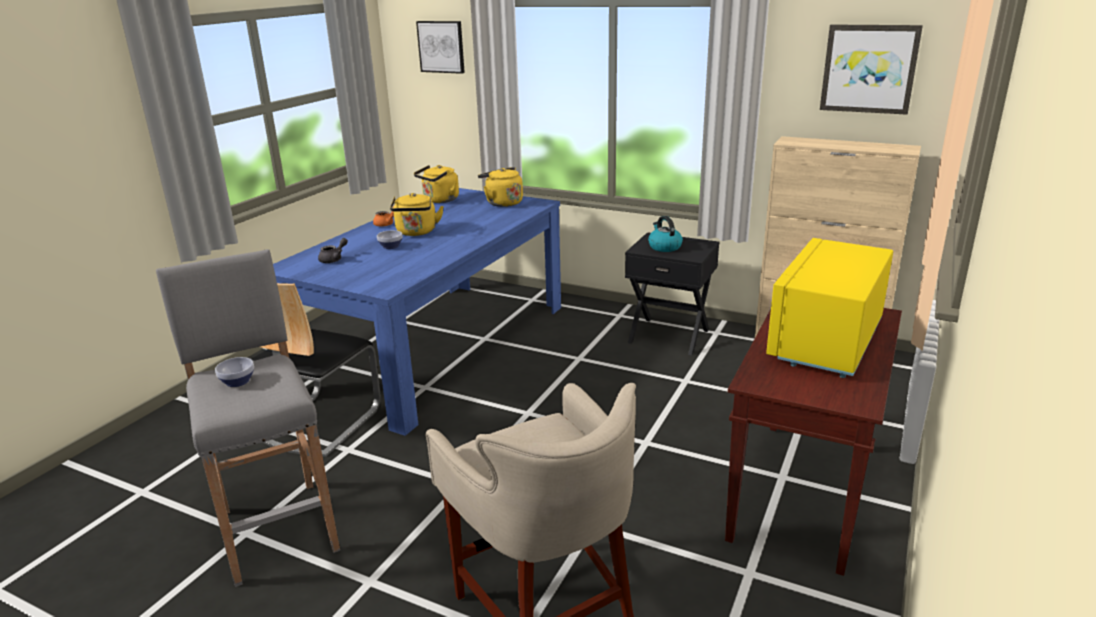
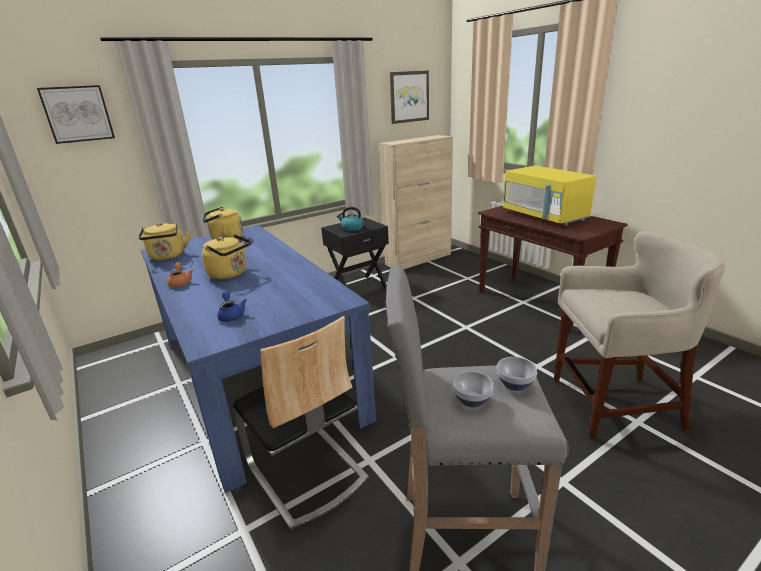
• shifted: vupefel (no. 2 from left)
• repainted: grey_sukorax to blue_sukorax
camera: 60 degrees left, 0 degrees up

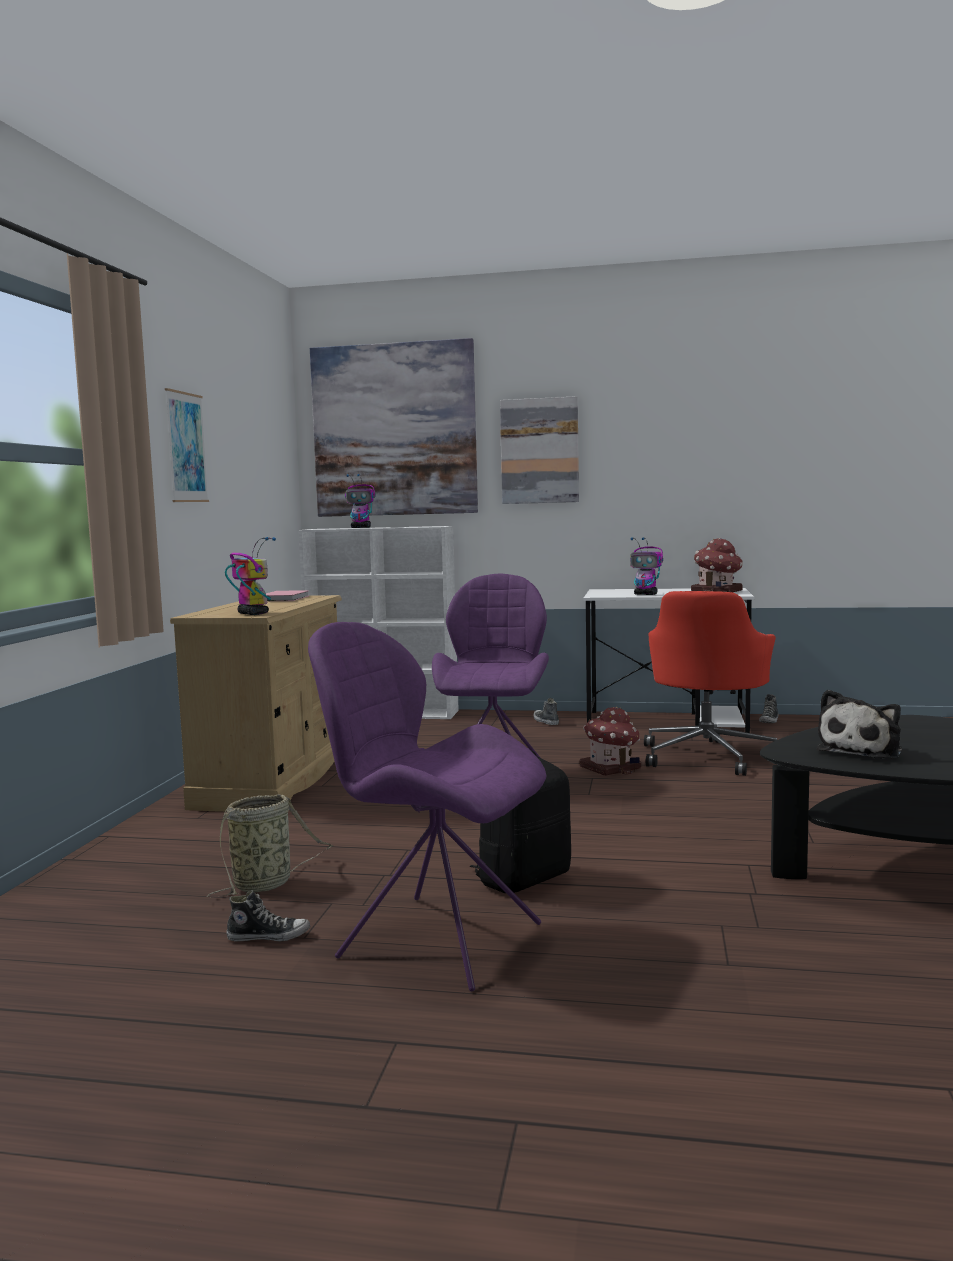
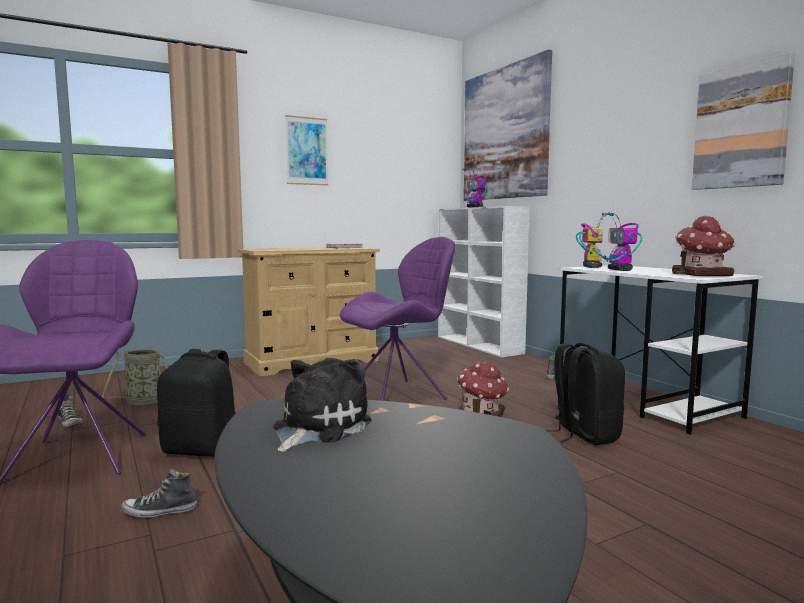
• shifted: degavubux (no. 1 from left in the first image) to degavubux (no. 2 from left)
• shifted: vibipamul (no. 3 from left)
• shifted: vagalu (no. 3 from left in the first image) to vagalu (no. 2 from left)
• swapped: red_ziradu to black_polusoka (no. 2 from left)
• rotated: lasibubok 120 degrees clockwise
camera: 50 degrees right, 0 degrees up

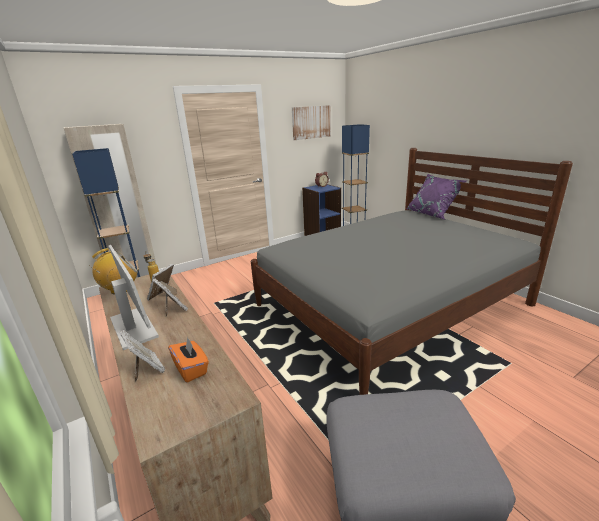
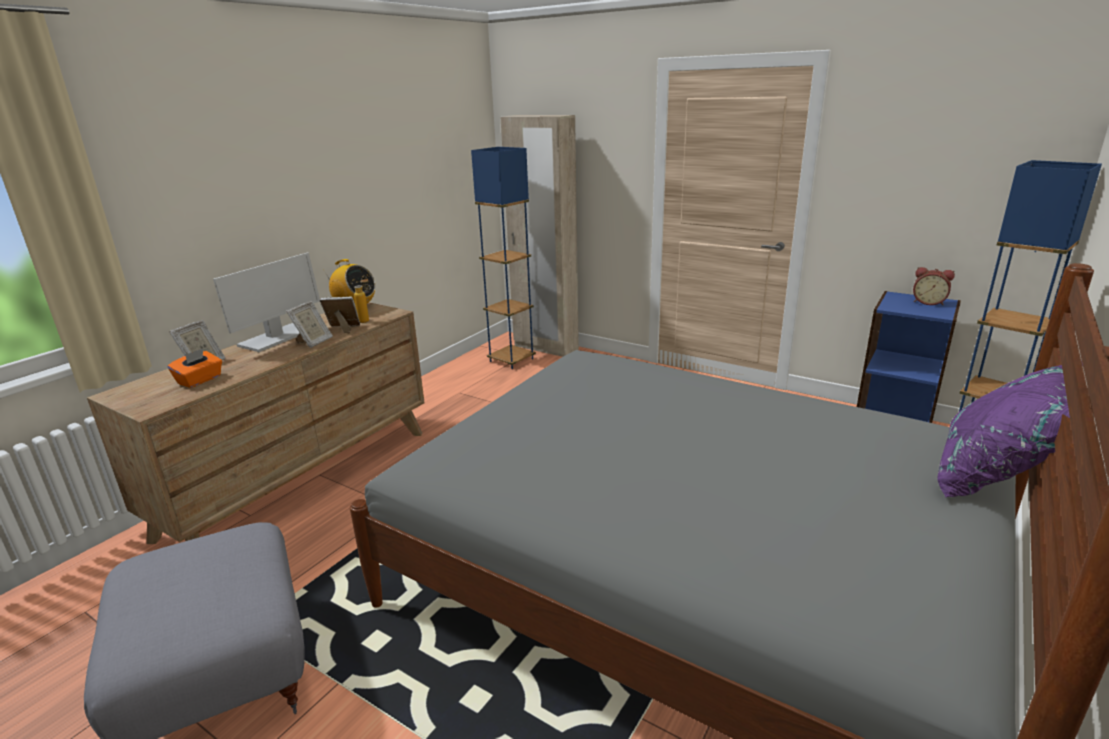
• gone: vibipamul
camera: 65 degrees right, 0 degrees up

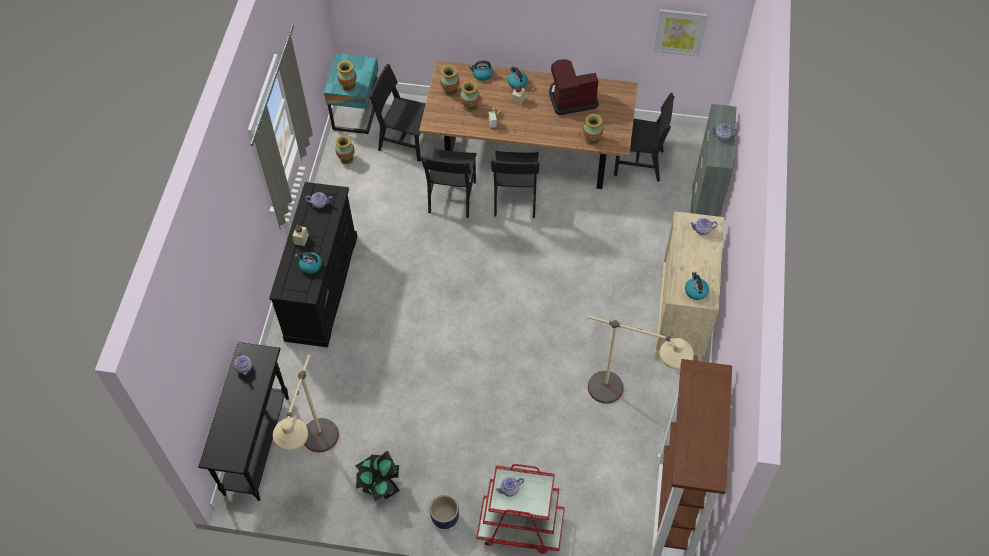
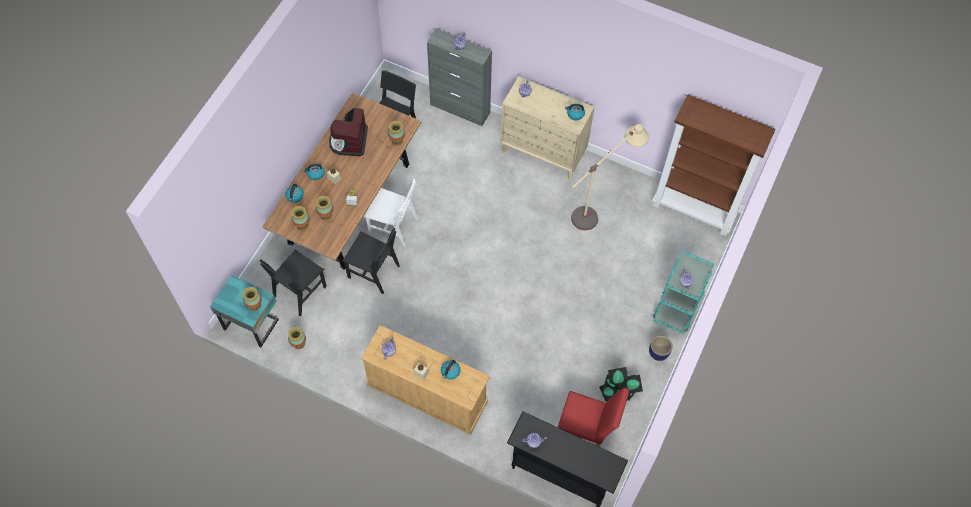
• gone: vibipamul
• swapped: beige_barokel (no. 1 from left) to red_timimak
• repainted: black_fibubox to beige_fibubox (no. 1 from left)
• repainted: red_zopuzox to turquoise_zopuzox
• repainted: black_timimak (no. 3 from left) to white_timimak
camera: 75 degrees left, 5 degrees up

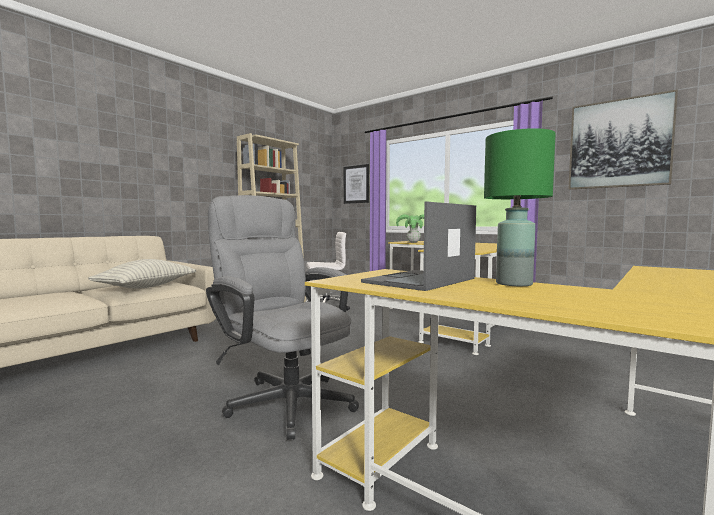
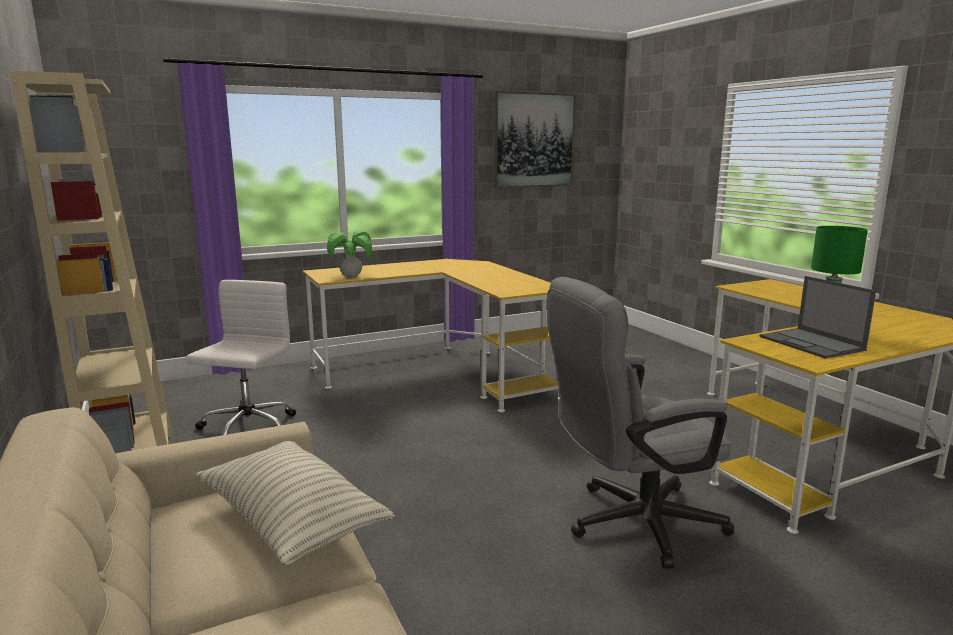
• gone: vibipamul (no. 1 from left)
camera: 65 degrees left, 10 degrees up

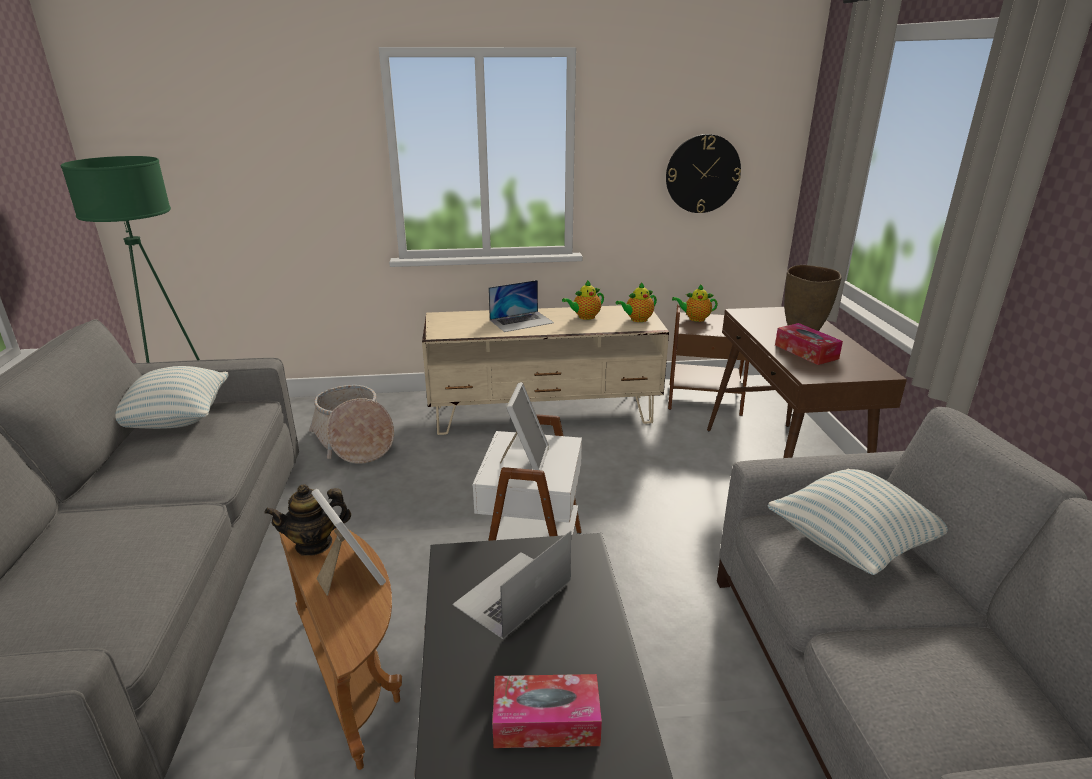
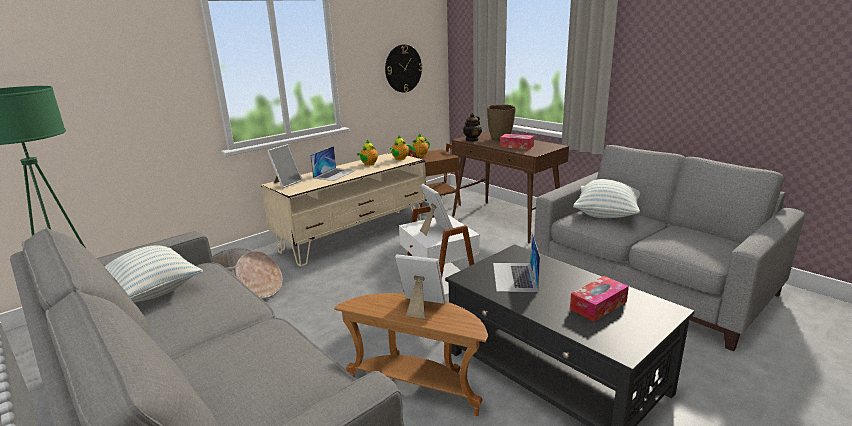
• new: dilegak (no. 1 from left)
• shifted: sukorax (no. 1 from left in the first image) to sukorax (no. 4 from left)
camera: 35 degrees left, 5 degrees down

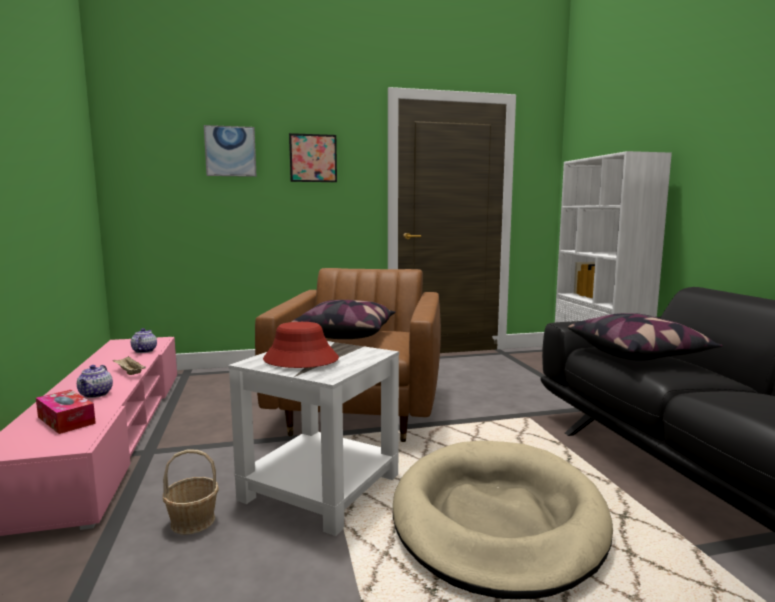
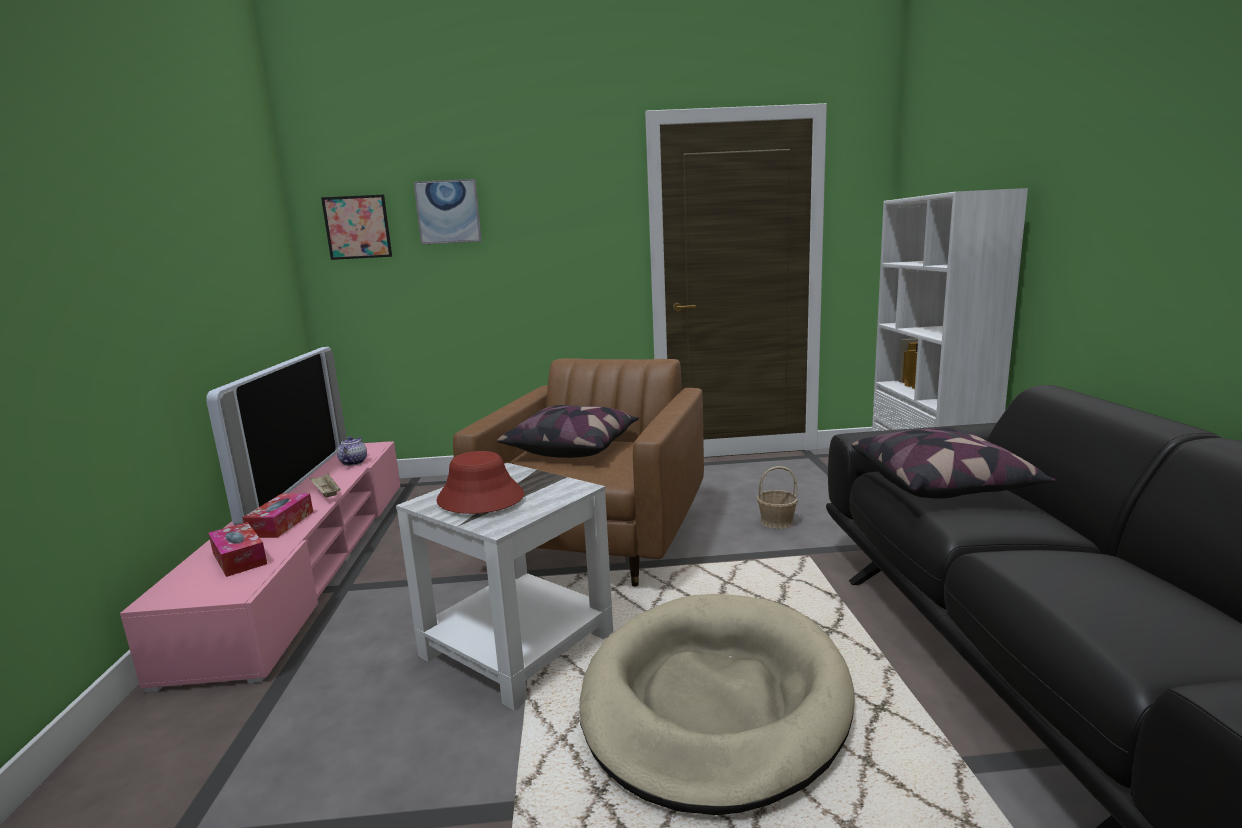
• new: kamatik
• shifted: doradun
• shifted: vibipamul (no. 2 from left in the first image) to vibipamul (no. 1 from left)
• swapped: sukorax (no. 1 from left) to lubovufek (no. 2 from left)
camera: 10 degrees right, 5 degrees up

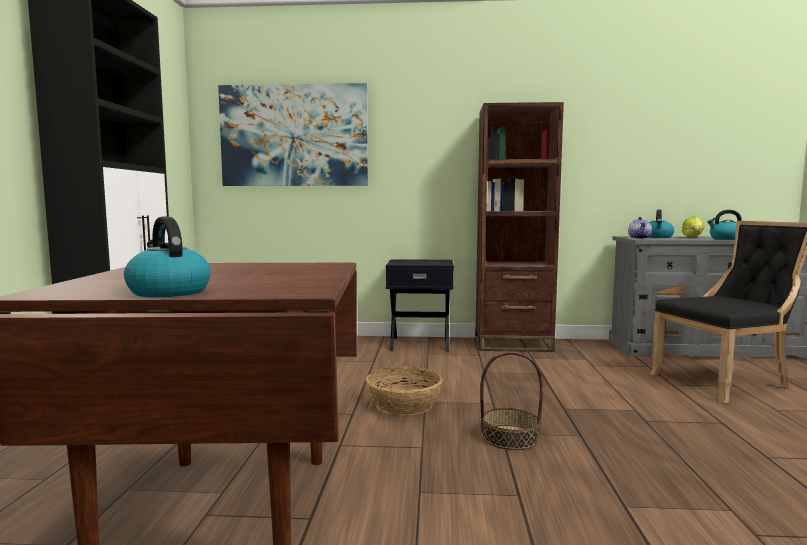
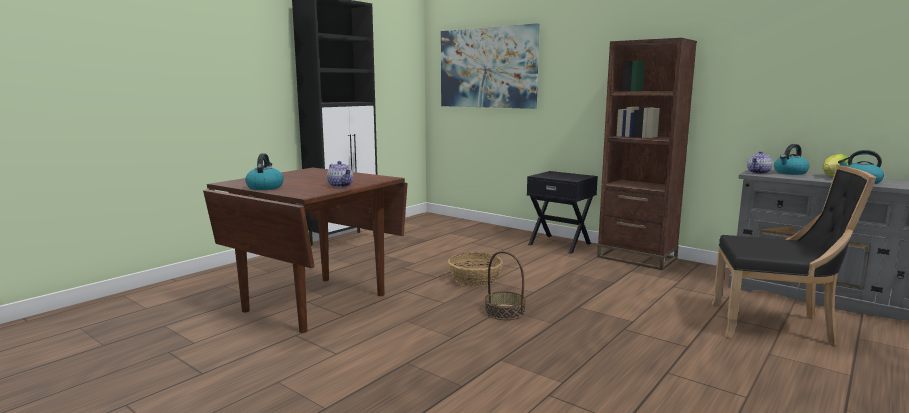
• new: sukorax (no. 1 from left)
camera: 35 degrees right, 5 degrees up

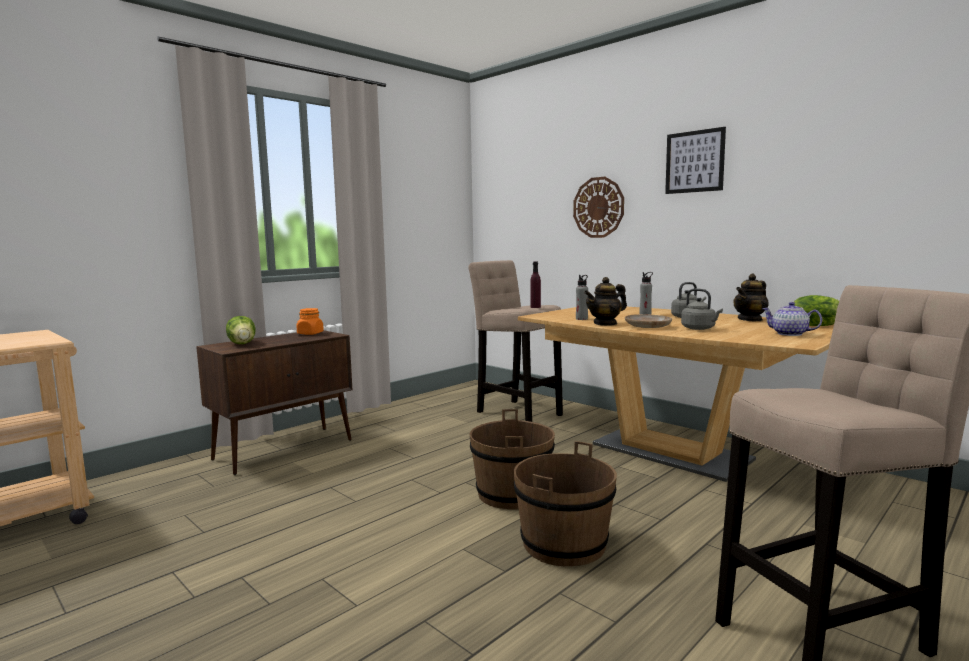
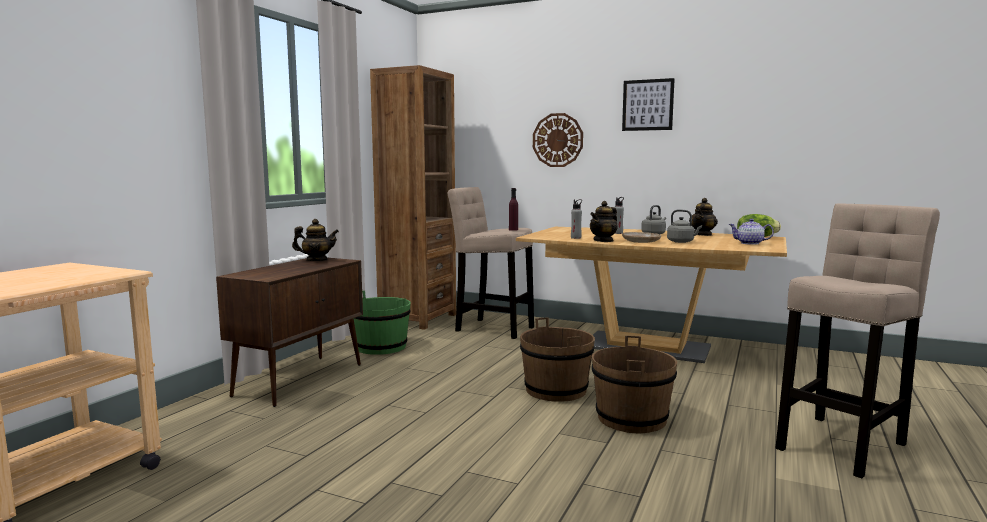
• gone: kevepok (no. 1 from left)
• new: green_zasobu
• new: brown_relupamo
• swapped: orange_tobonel to sukorax (no. 1 from left)
camera: 20 degrees left, 0 degrees up

